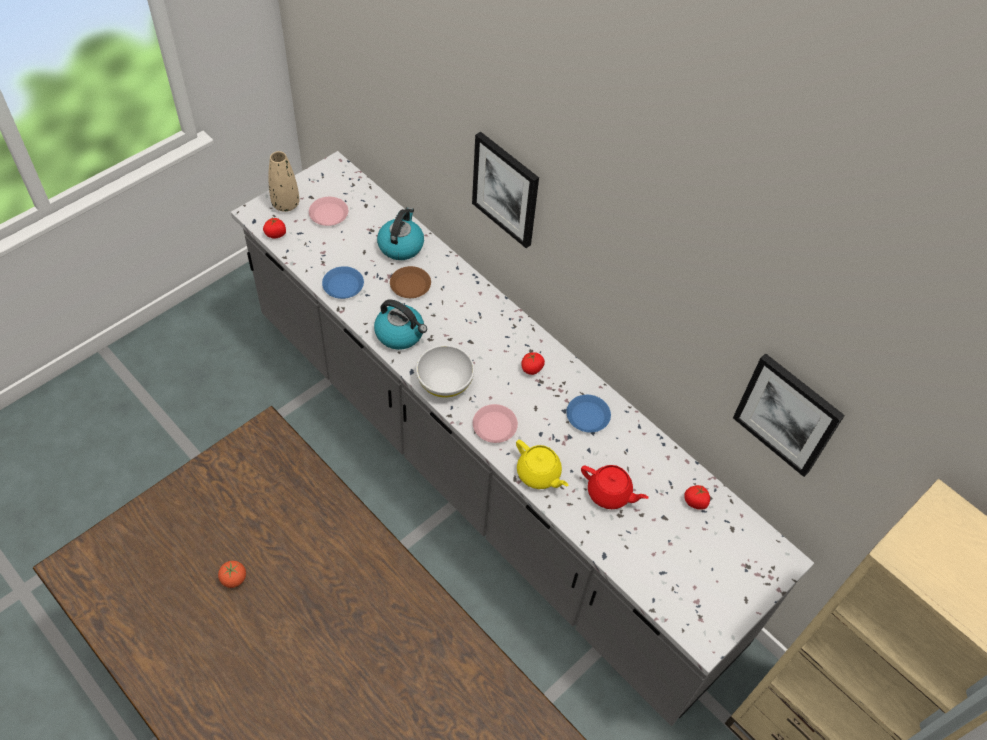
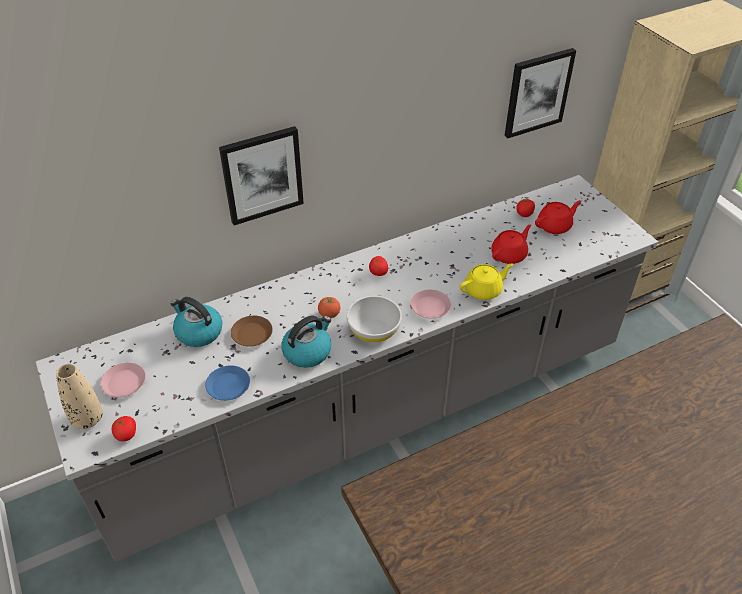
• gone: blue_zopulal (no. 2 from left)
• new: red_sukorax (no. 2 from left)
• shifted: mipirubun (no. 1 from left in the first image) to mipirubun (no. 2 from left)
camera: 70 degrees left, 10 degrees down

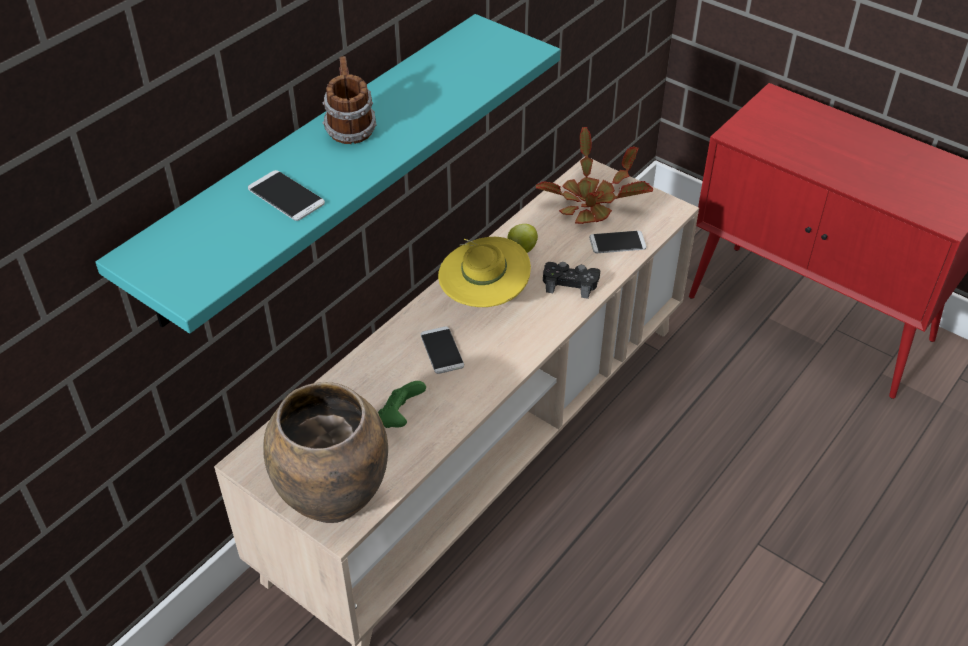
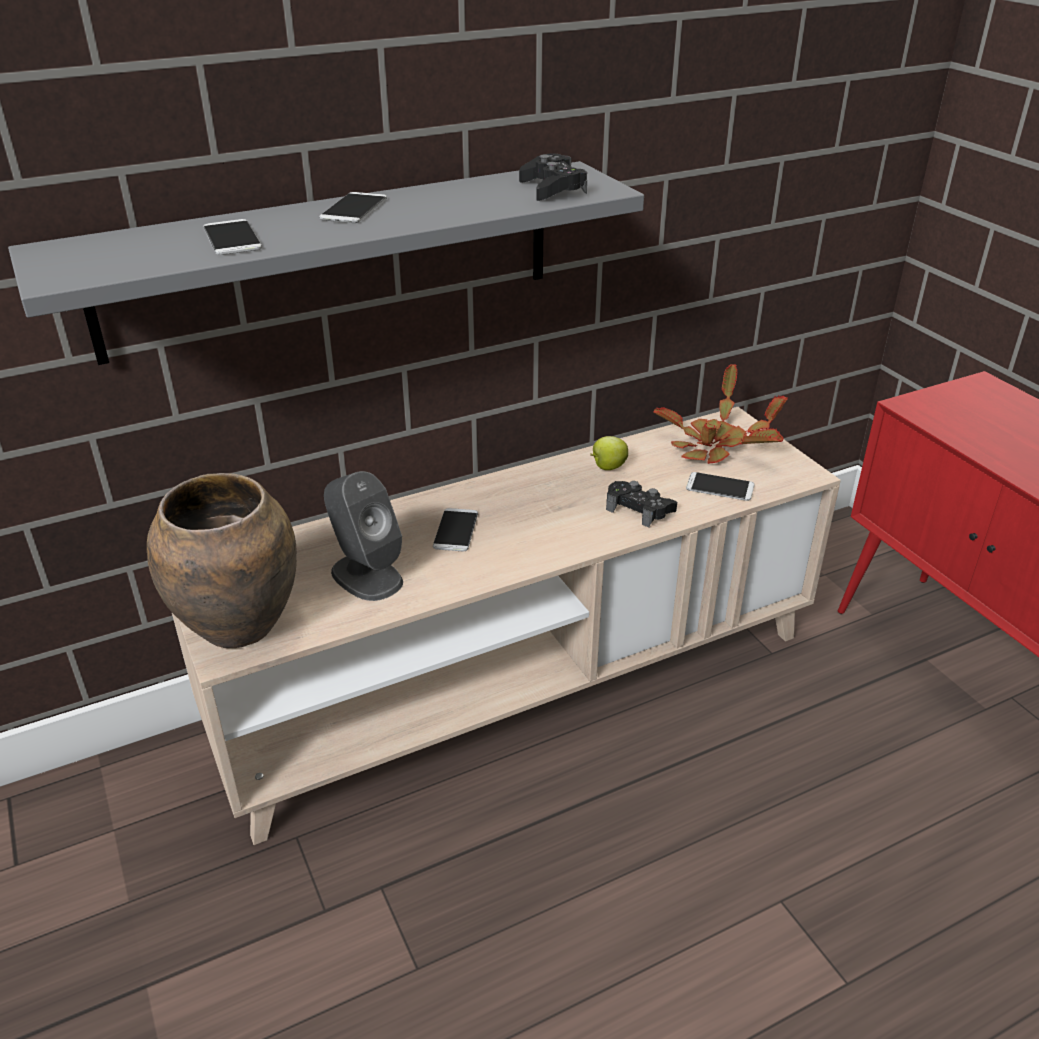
• gone: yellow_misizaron
• new: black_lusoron (no. 1 from left)
• swapped: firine to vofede (no. 2 from left)
• swapped: green_lusoron to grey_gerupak
• repainted: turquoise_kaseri to grey_kaseri
camera: 25 degrees right, 10 degrees down

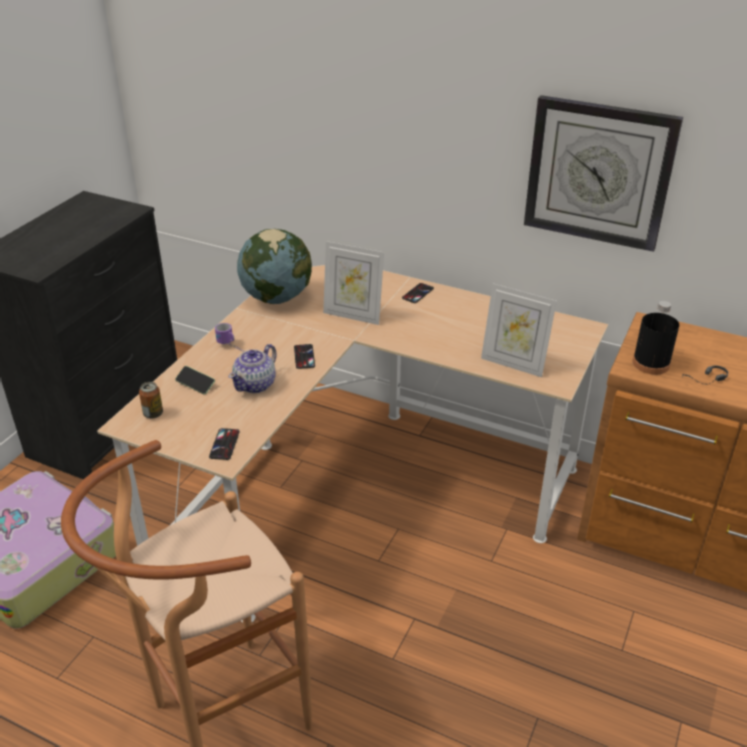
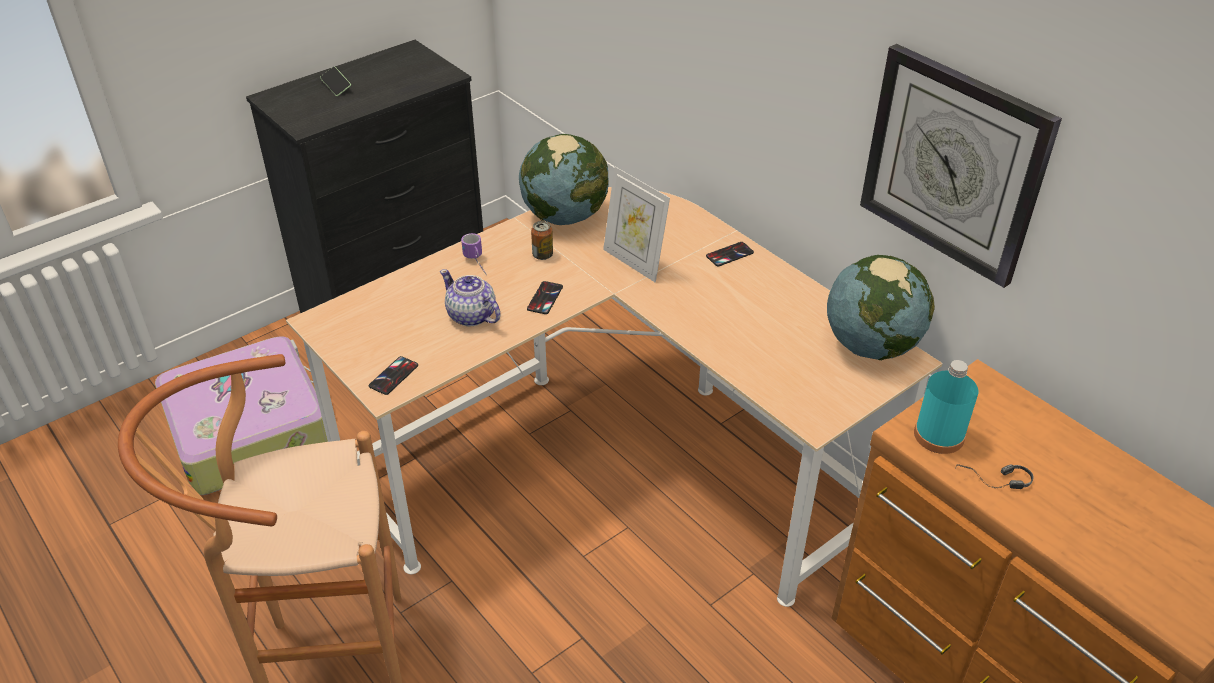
• gone: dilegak (no. 2 from left)
• new: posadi (no. 2 from left)
• shifted: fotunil
• shifted: vofede (no. 1 from left)
• repainted: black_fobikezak to turquoise_fobikezak
• rotated: sukorax 75 degrees clockwise
camera: 25 degrees right, 5 degrees up

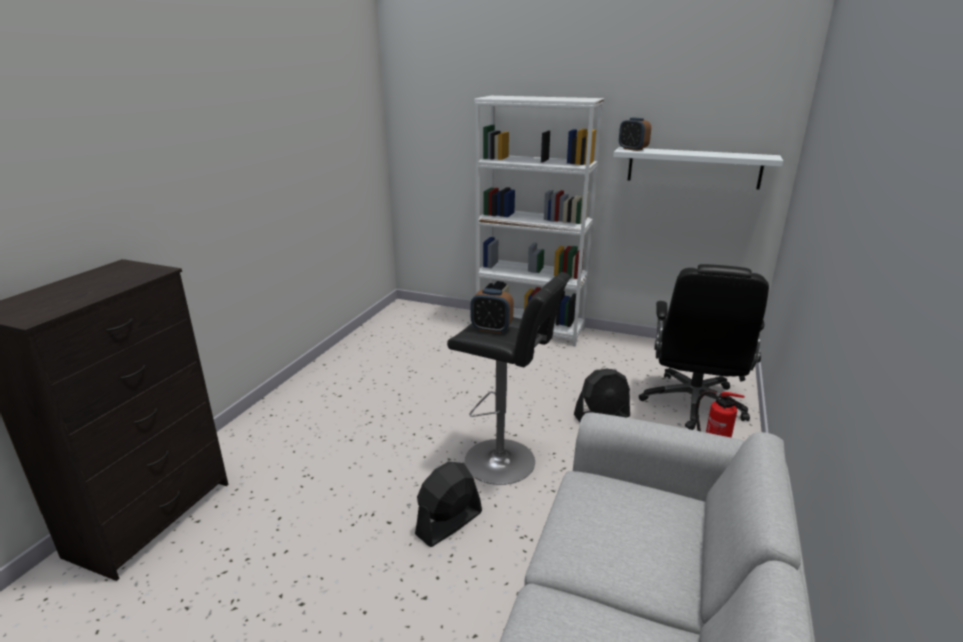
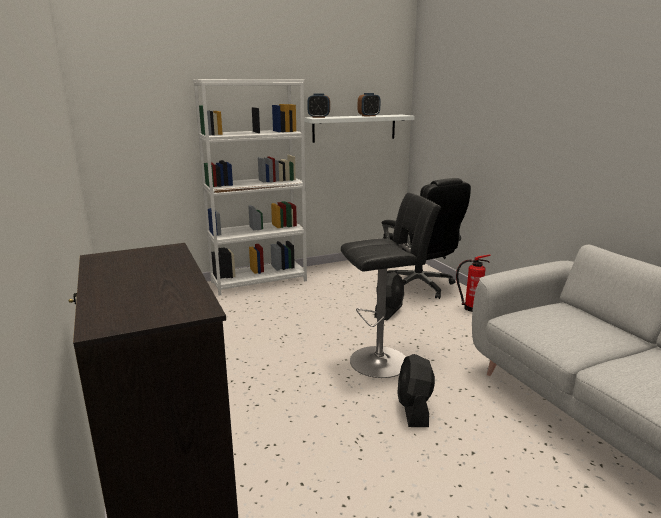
• shifted: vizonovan (no. 1 from left in the first image) to vizonovan (no. 2 from left)
camera: 45 degrees left, 5 degrees down

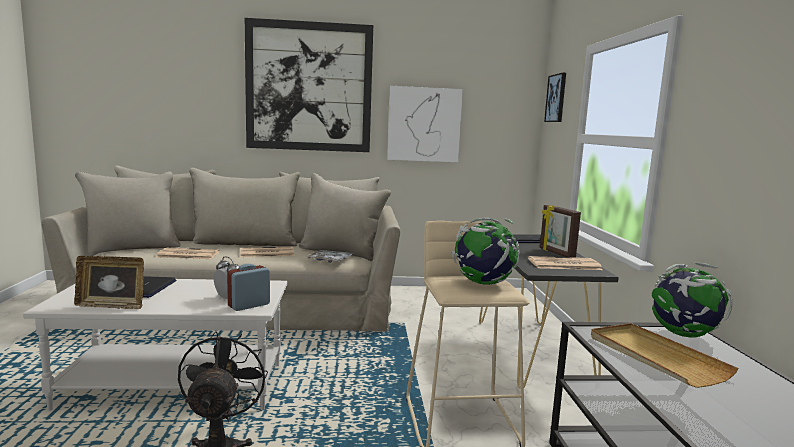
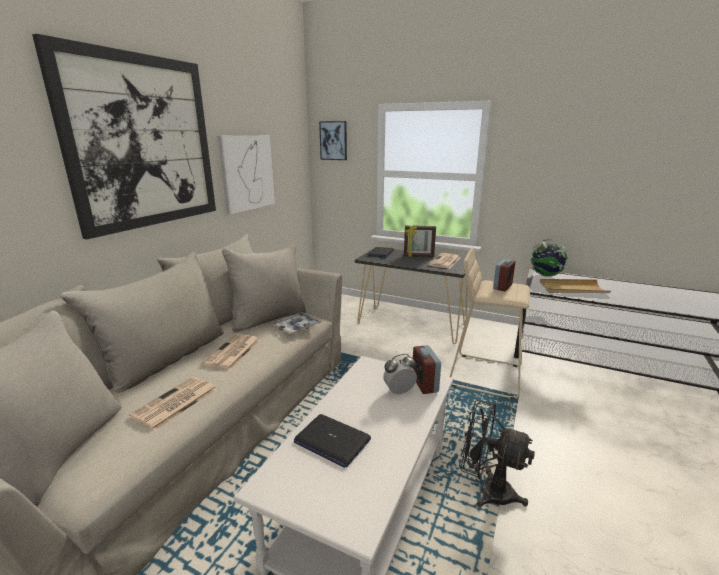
• gone: dilegak (no. 1 from left)
• swapped: posadi (no. 1 from left) to vizonovan (no. 3 from left)
camera: 60 degrees left, 10 degrees up

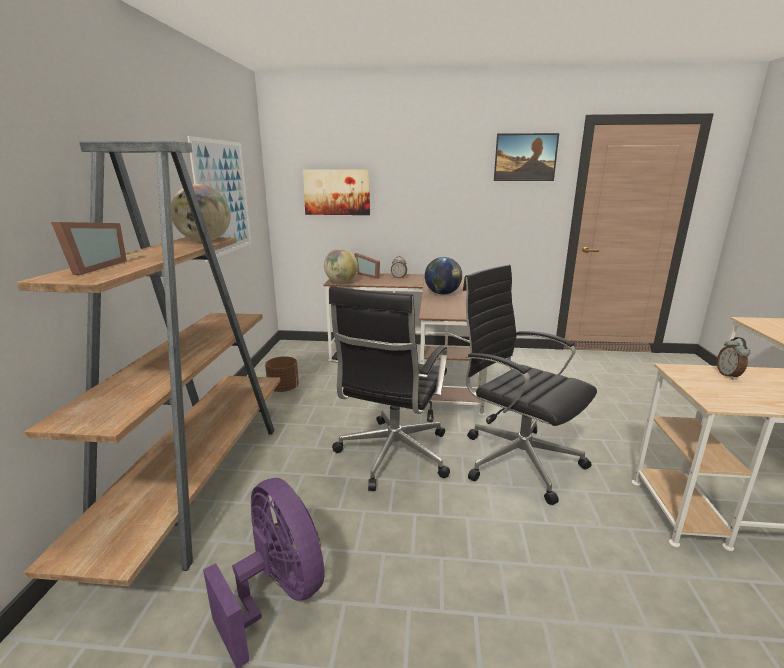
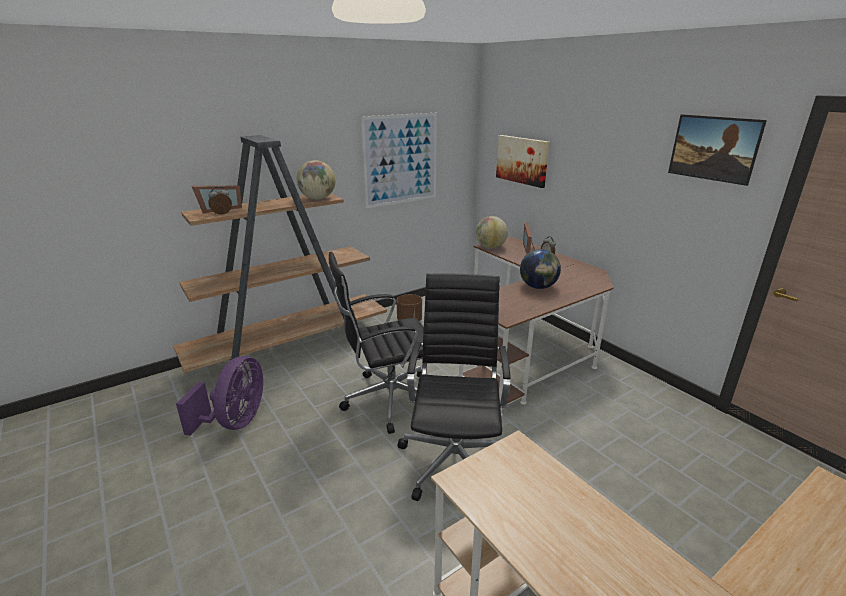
• shifted: vizonovan (no. 2 from left in the first image) to vizonovan (no. 1 from left)
camera: 50 degrees right, 5 degrees up

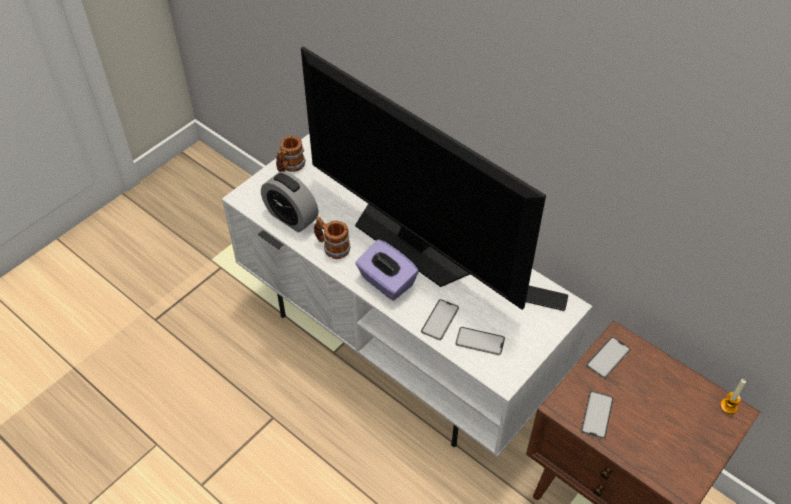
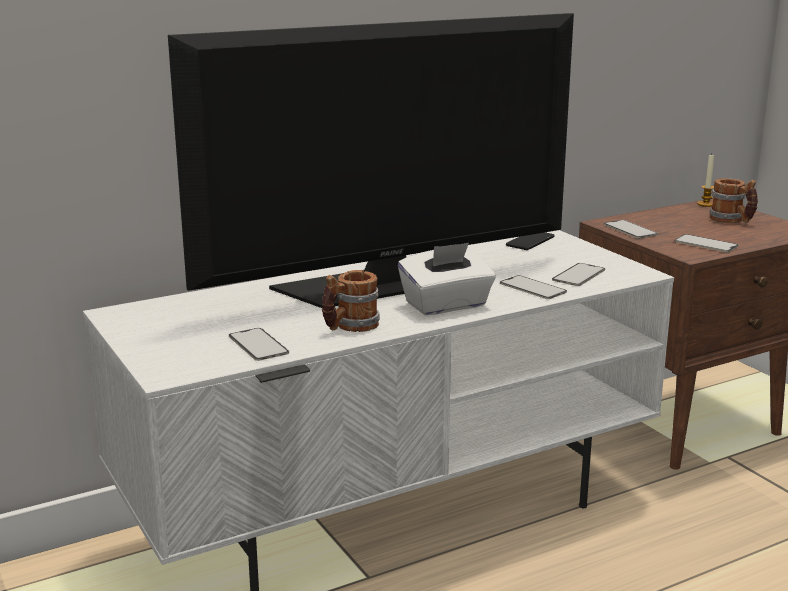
• shifted: firine (no. 1 from left in the first image) to firine (no. 2 from left)
• swapped: vizonovan to vofede (no. 1 from left)
• repainted: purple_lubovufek to white_lubovufek
camera: 70 degrees left, 30 degrees down

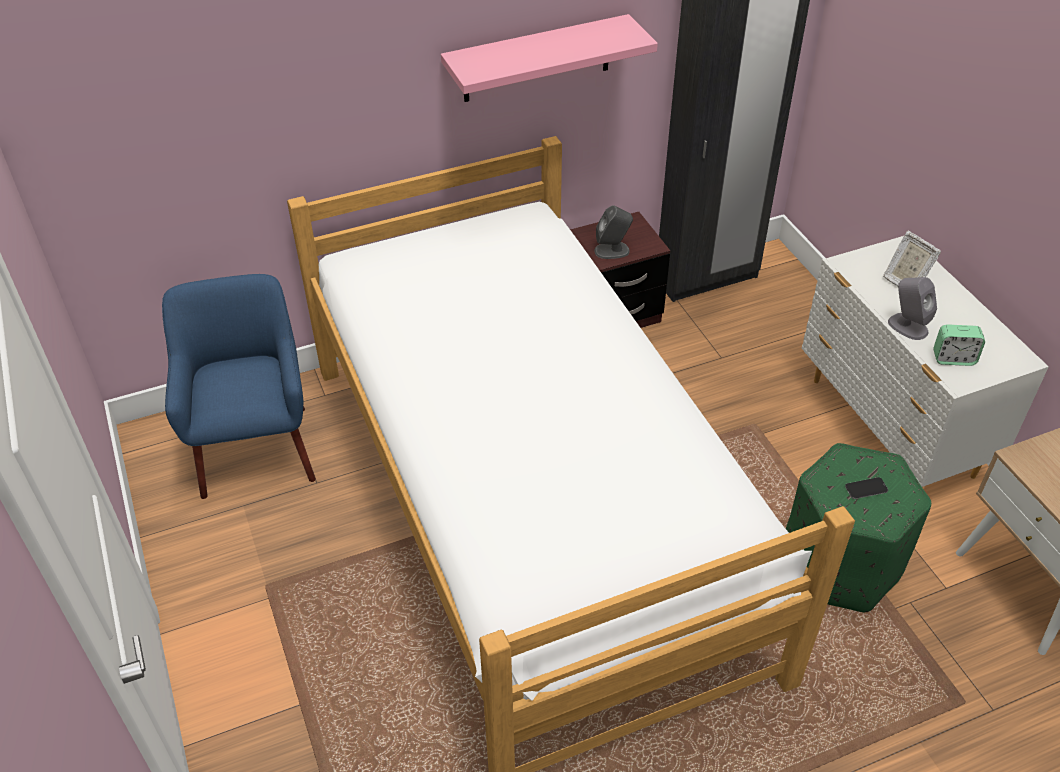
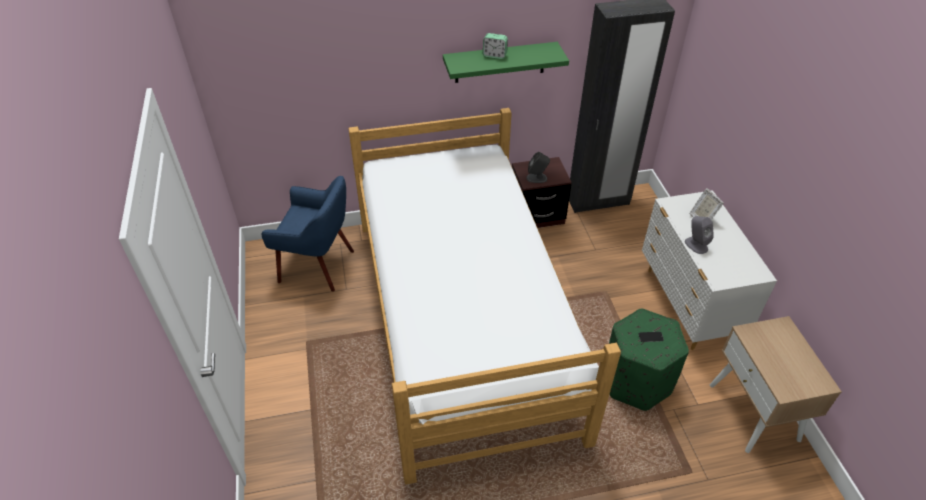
• shifted: vizonovan
• repainted: pink_kaseri to green_kaseri
• rotated: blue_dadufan 105 degrees clockwise
camera: 10 degrees right, 0 degrees up

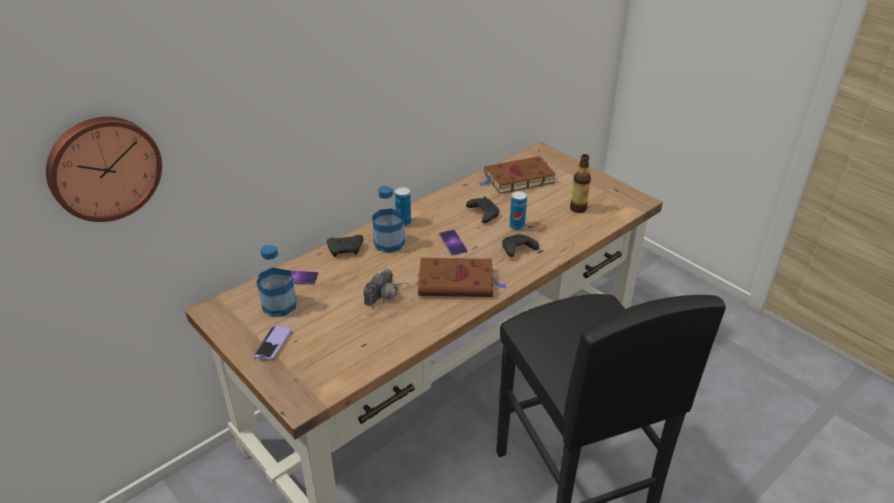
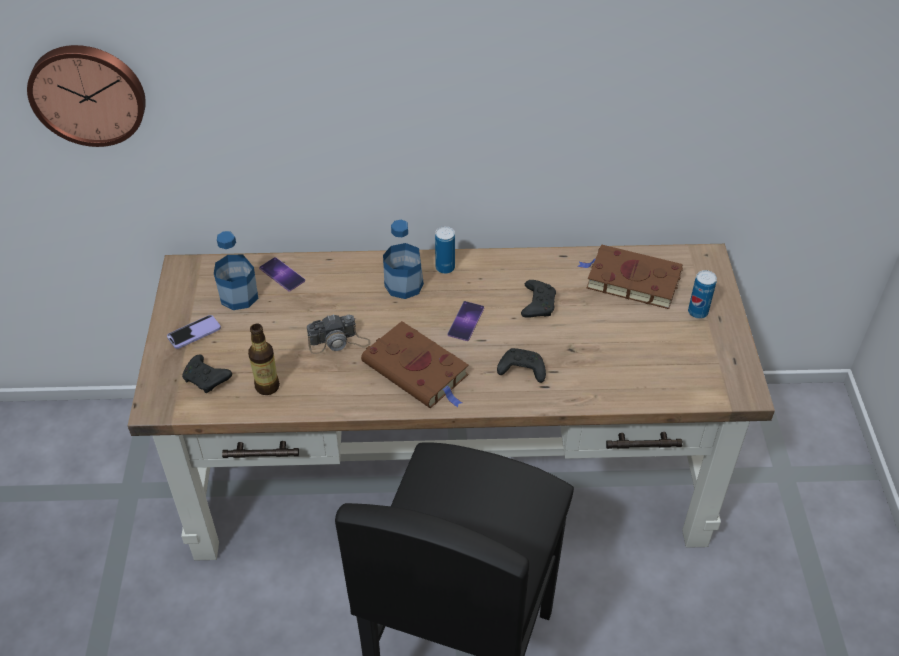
• shifted: black_lusoron (no. 1 from left)
• shifted: fotunil (no. 2 from left)
• shifted: fobikezak (no. 3 from left in the first image) to fobikezak (no. 2 from left)
camera: 40 degrees right, 10 degrees up

